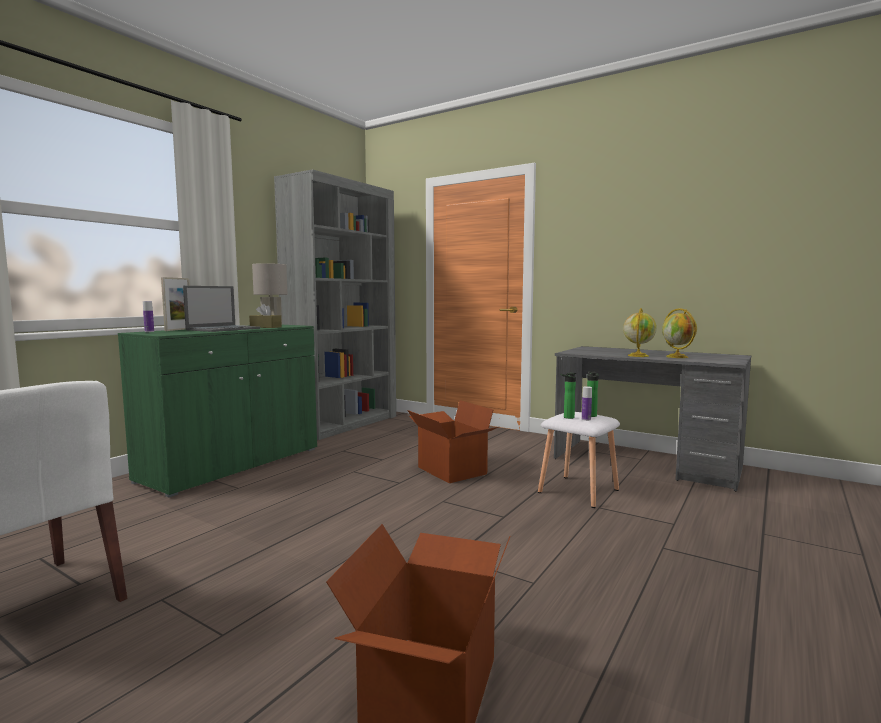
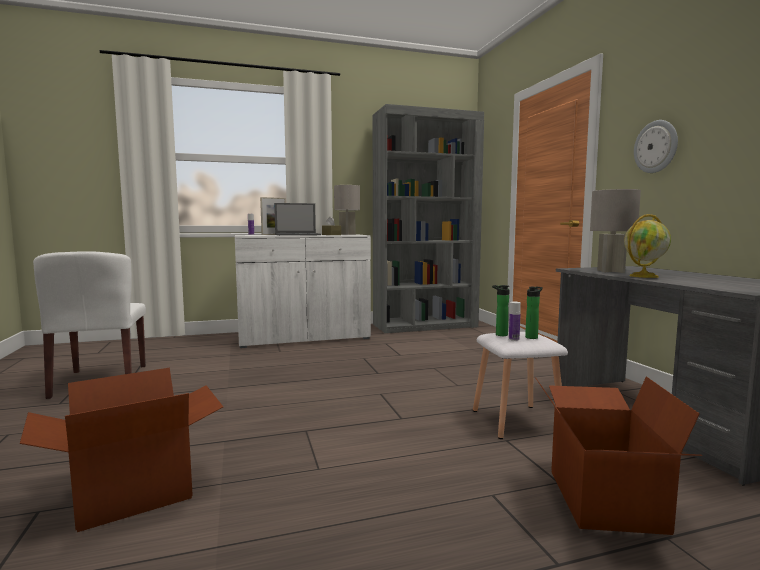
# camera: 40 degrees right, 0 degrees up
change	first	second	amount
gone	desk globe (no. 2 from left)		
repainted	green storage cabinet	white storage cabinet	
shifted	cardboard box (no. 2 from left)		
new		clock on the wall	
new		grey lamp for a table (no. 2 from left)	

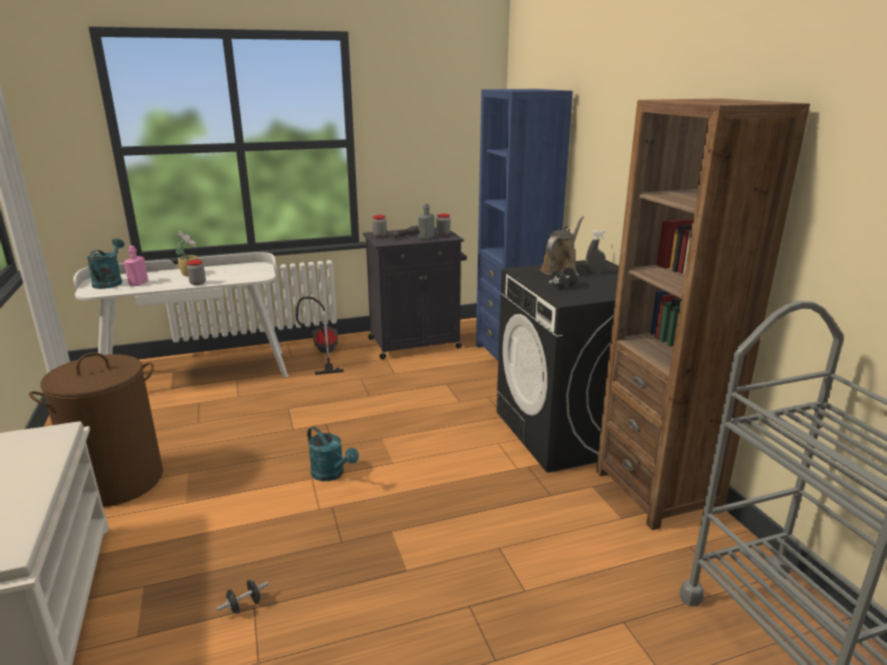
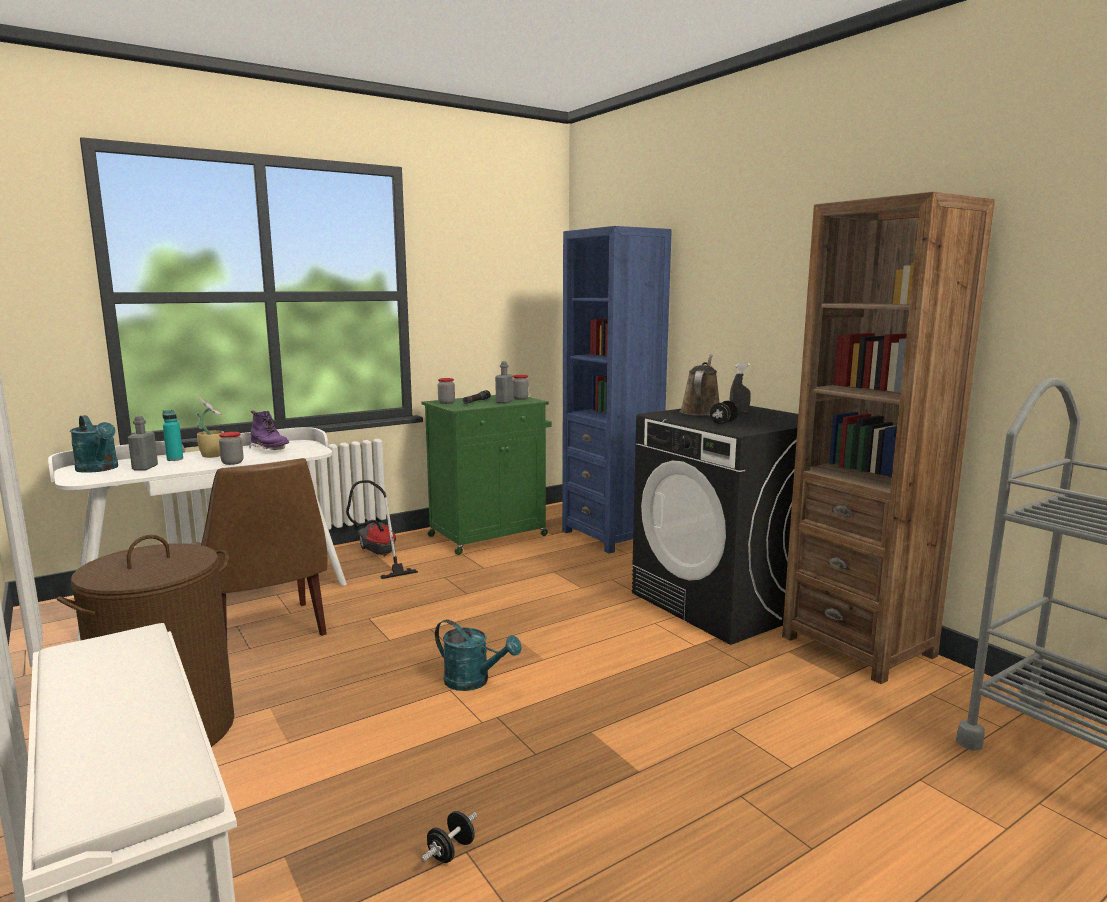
# camera: 15 degrees left, 10 degrees down
change	first	second	amount
repainted	black storage cabinet	green storage cabinet	
rotated	blue-green sprinkling can (no. 1 from left)		150 degrees clockwise
repainted	pink bottle	grey bottle (no. 1 from left)	
new		blue-green bottle	
new		purple boot	
new		brownish chair	

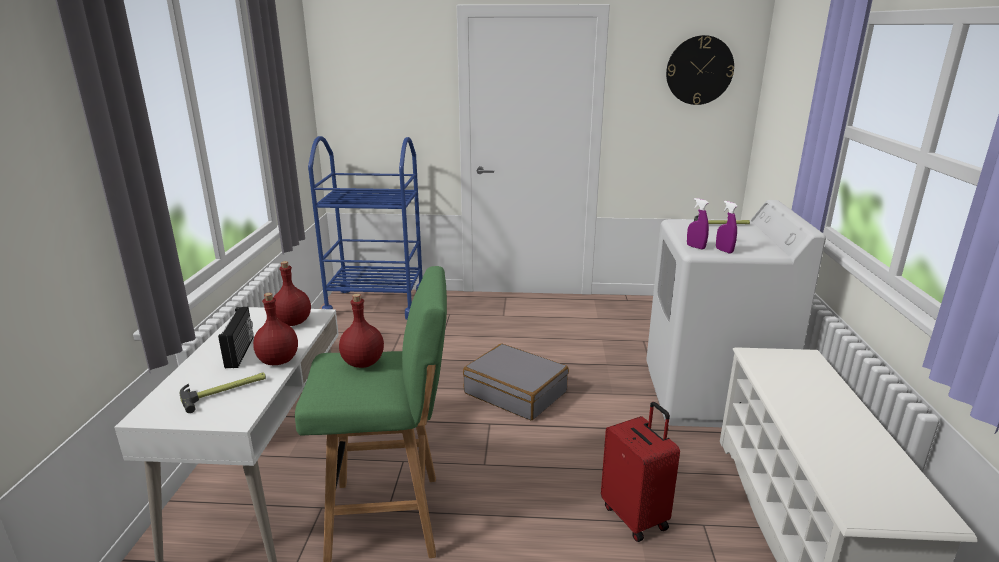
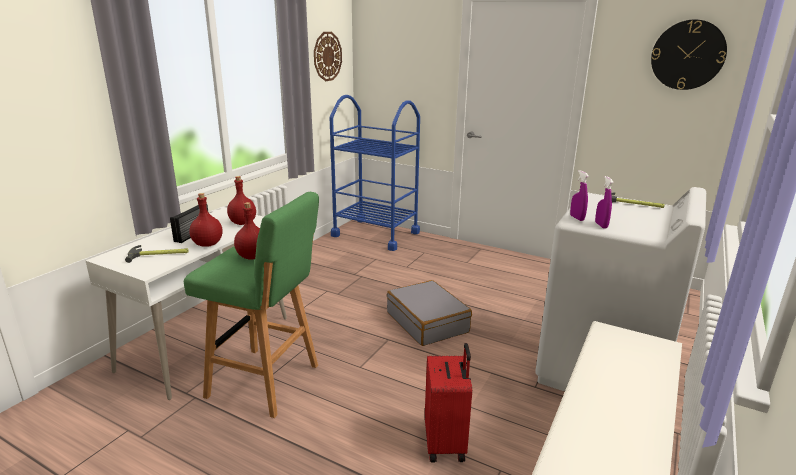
# camera: 25 degrees right, 0 degrees up
change	first	second	amount
new		clock on the wall (no. 1 from left)	

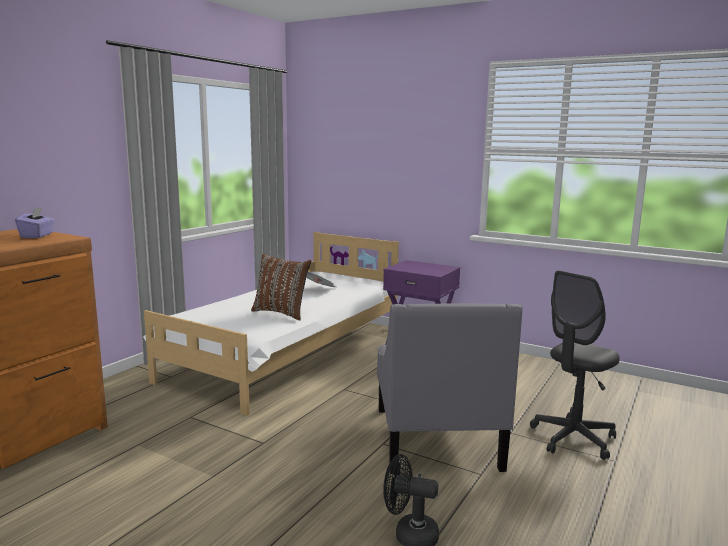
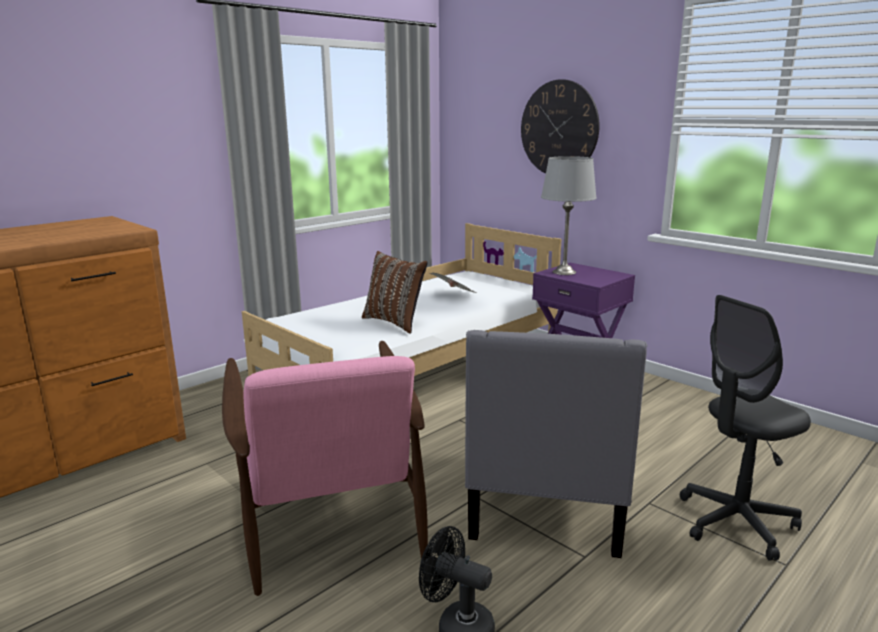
# camera: 15 degrees right, 5 degrees up
change	first	second	amount
gone	purple tissue holder		
new		clock on the wall	
new		grey lamp for a table	
new		pink easy chair	

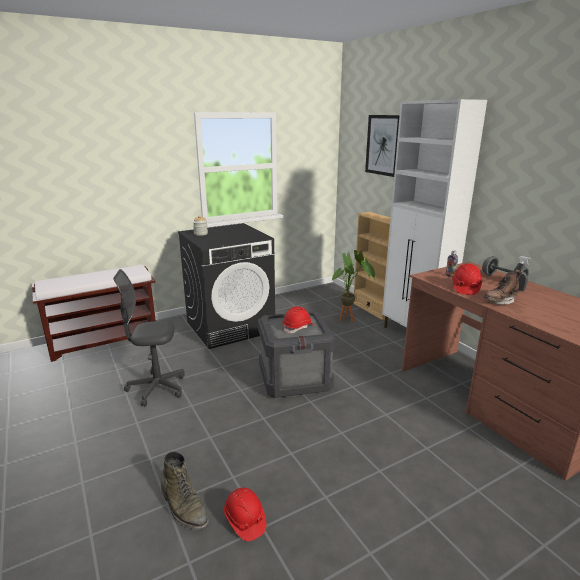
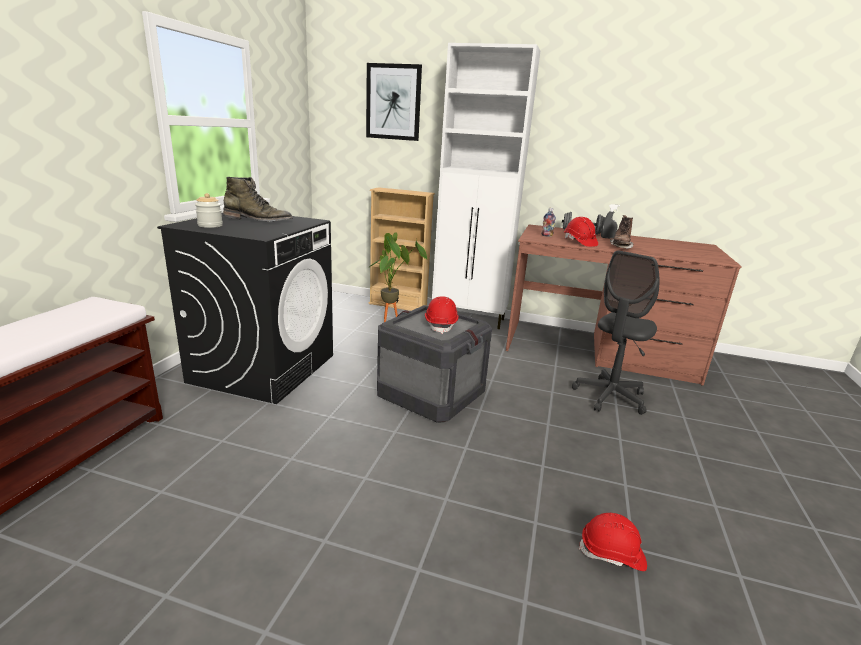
# camera: 45 degrees left, 0 degrees up
change	first	second	amount
shifted	grey desk chair		
shifted	green boot		

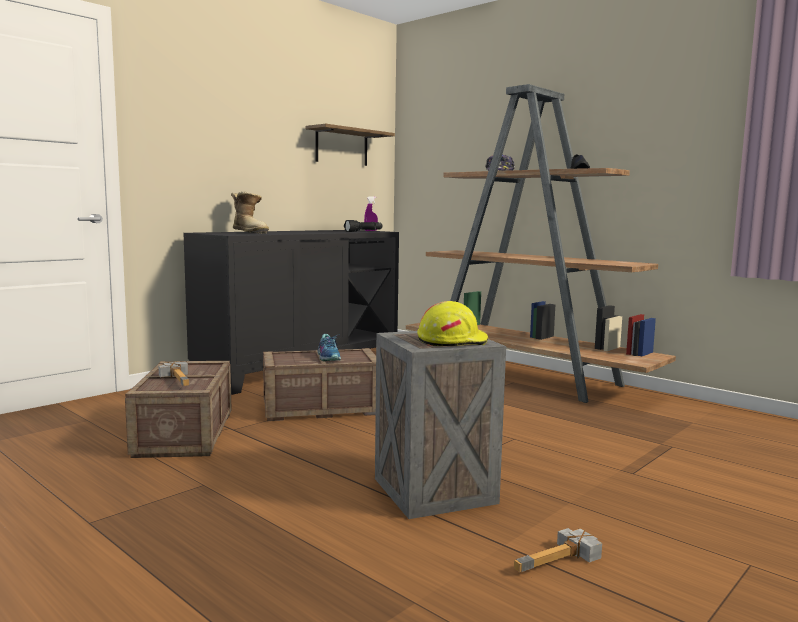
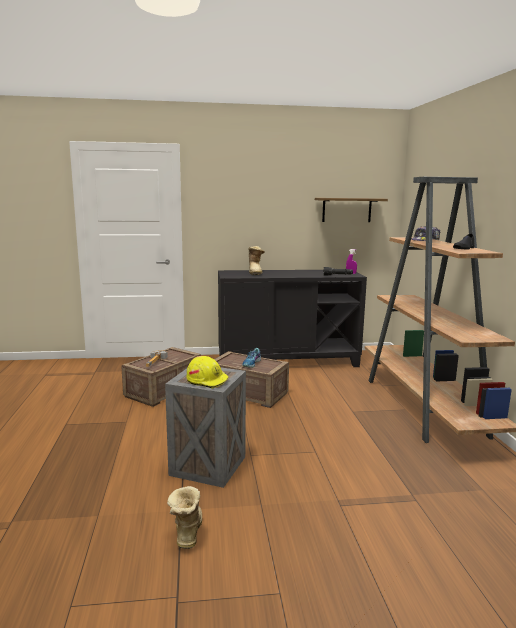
# camera: 40 degrees right, 5 degrees up
change	first	second	amount
swapped	tool hammer (no. 2 from left)	boot (no. 1 from left)	

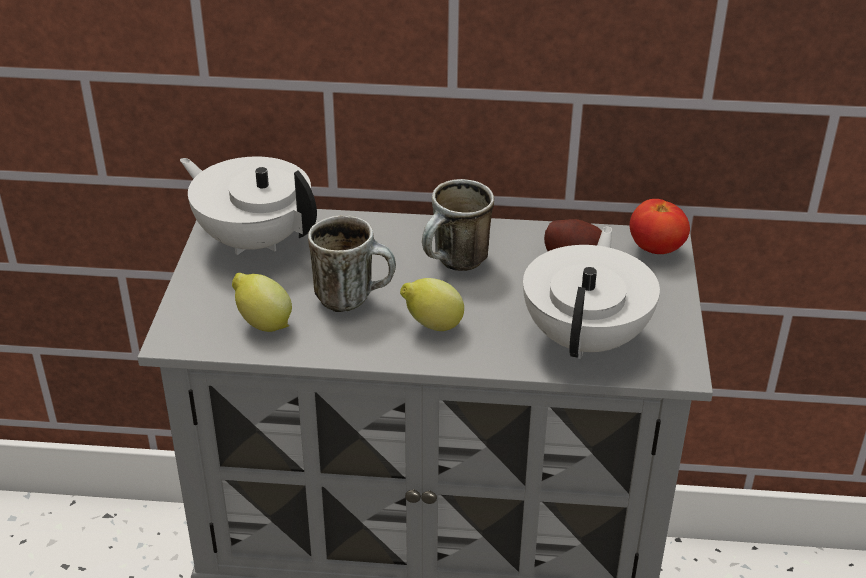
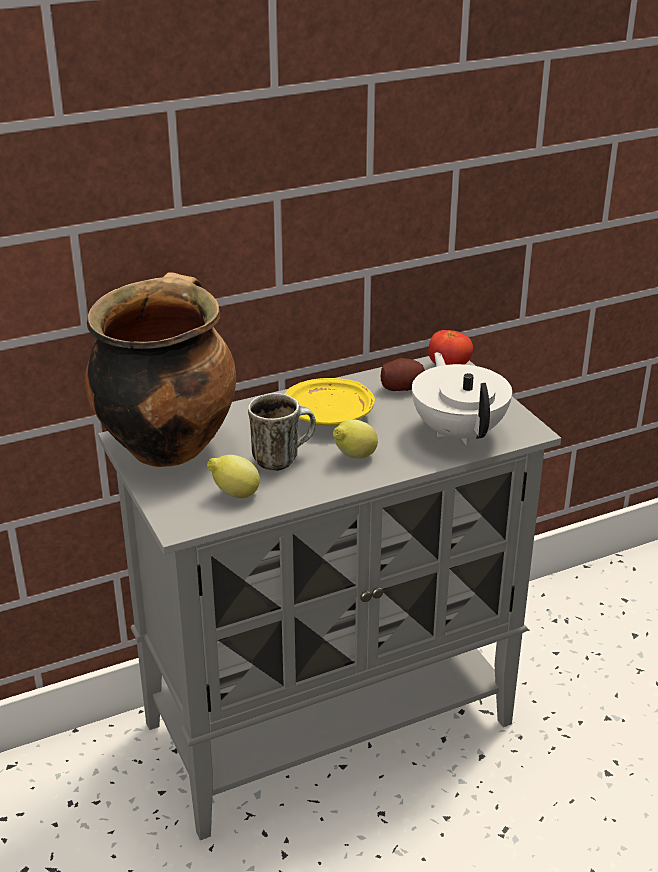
# camera: 30 degrees left, 5 degrees down
change	first	second	amount
swapped	white teapot (no. 1 from left)	cooking pot	
swapped	mug (no. 2 from left)	yellow-coloured flat dish	

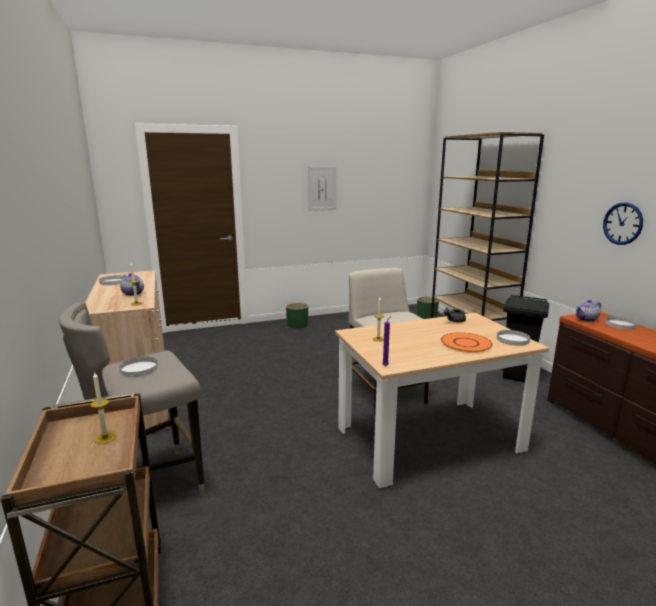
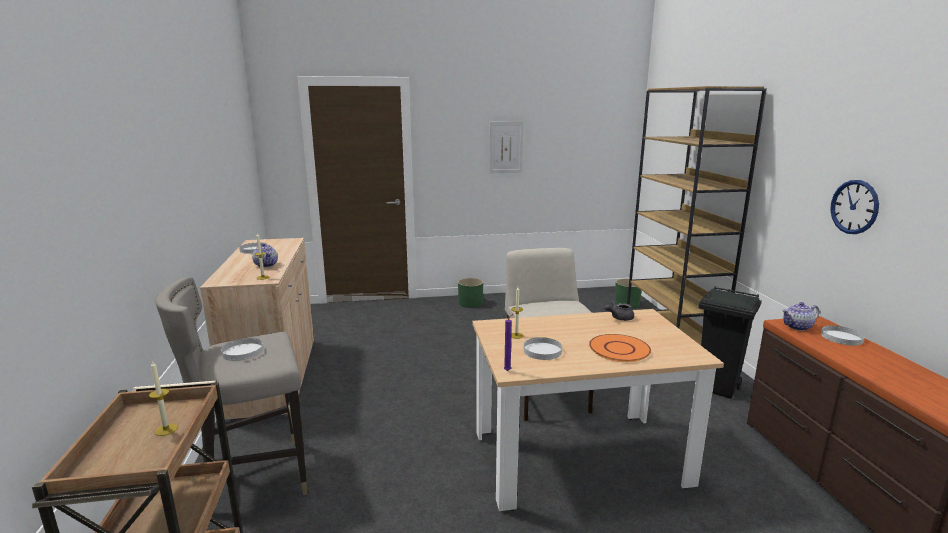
# camera: 10 degrees right, 0 degrees up
change	first	second	amount
shifted	white flat dish (no. 3 from left)		

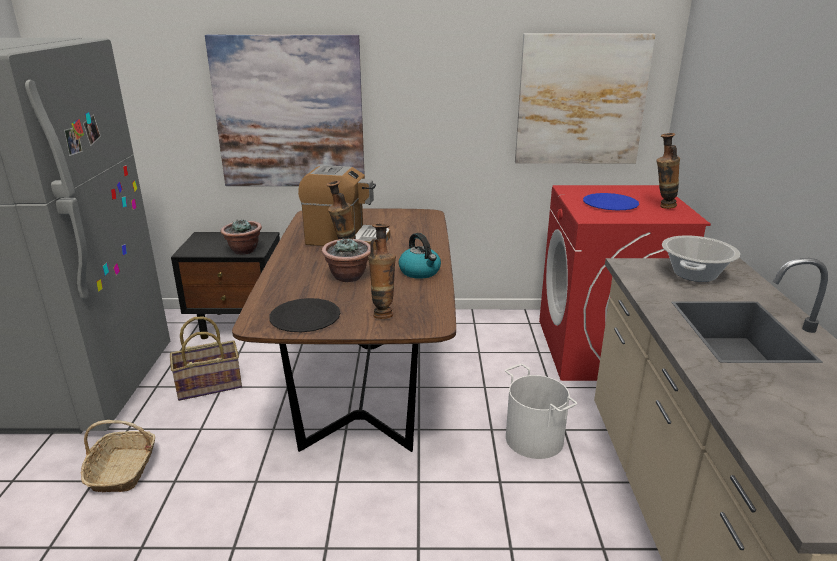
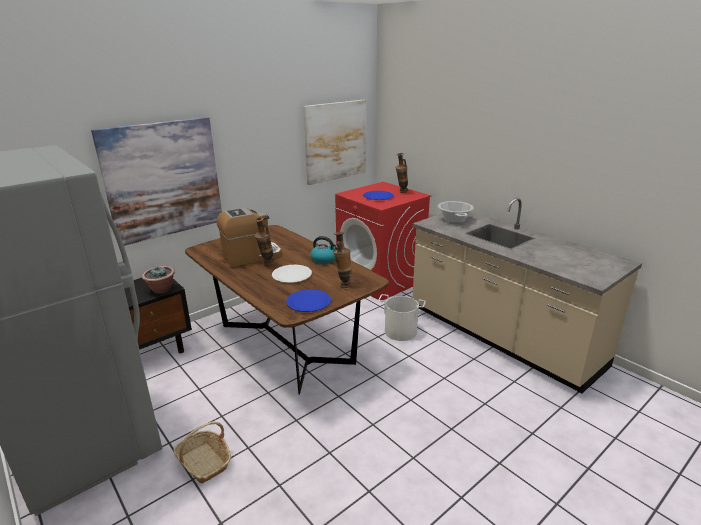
# camera: 40 degrees left, 0 degrees up
change	first	second	amount
swapped	plant in a pot (no. 2 from left)	white flat dish	
repainted	black flat dish	blue-coloured flat dish (no. 1 from left)	
gone	household basket (no. 2 from left)		

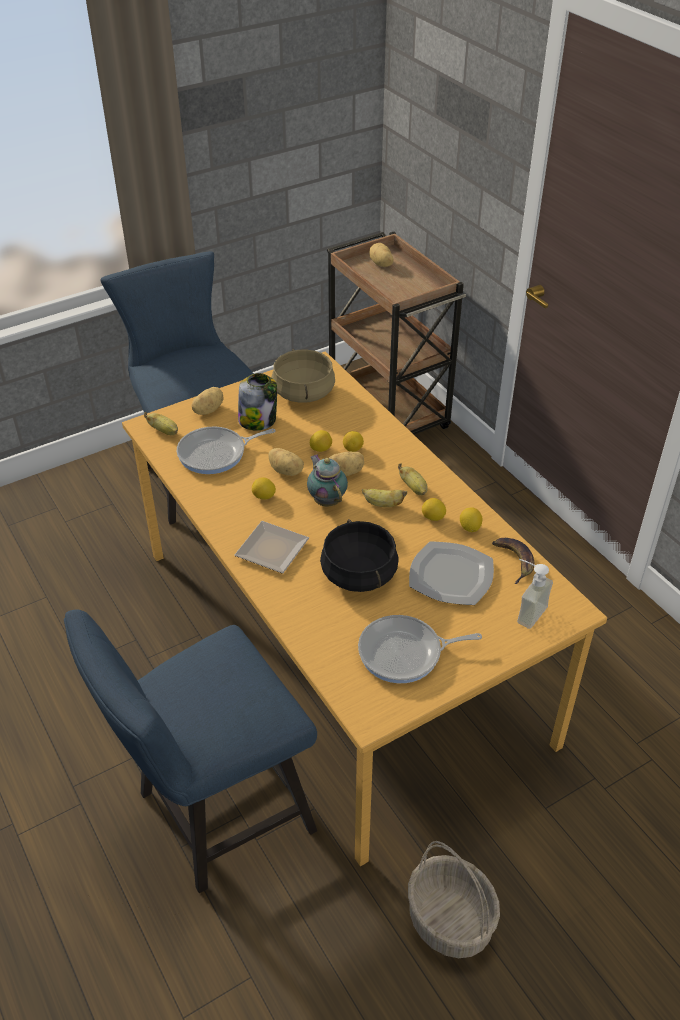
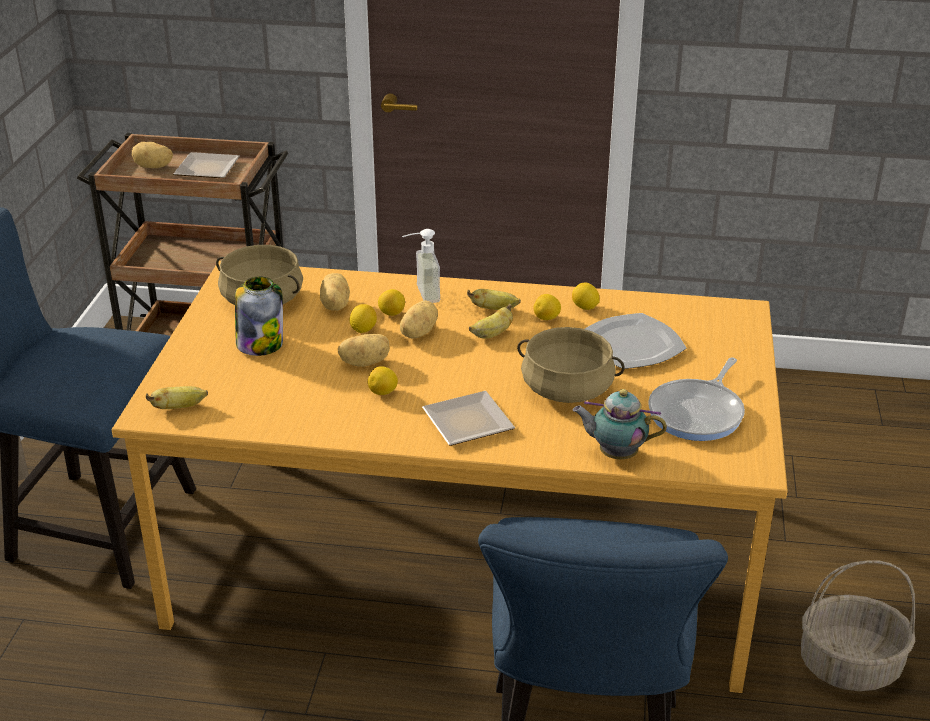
# camera: 50 degrees left, 10 degrees down
change	first	second	amount
shifted	spud (no. 1 from left in the first image)	spud (no. 2 from left)	
gone	frying pan (no. 1 from left)		
shifted	teapot		
repainted	black cooking pot	beige cooking pot (no. 2 from left)	
gone	banana fruit (no. 4 from left)		
shifted	liquid soap bottle		
new		flat dish (no. 1 from left)	

